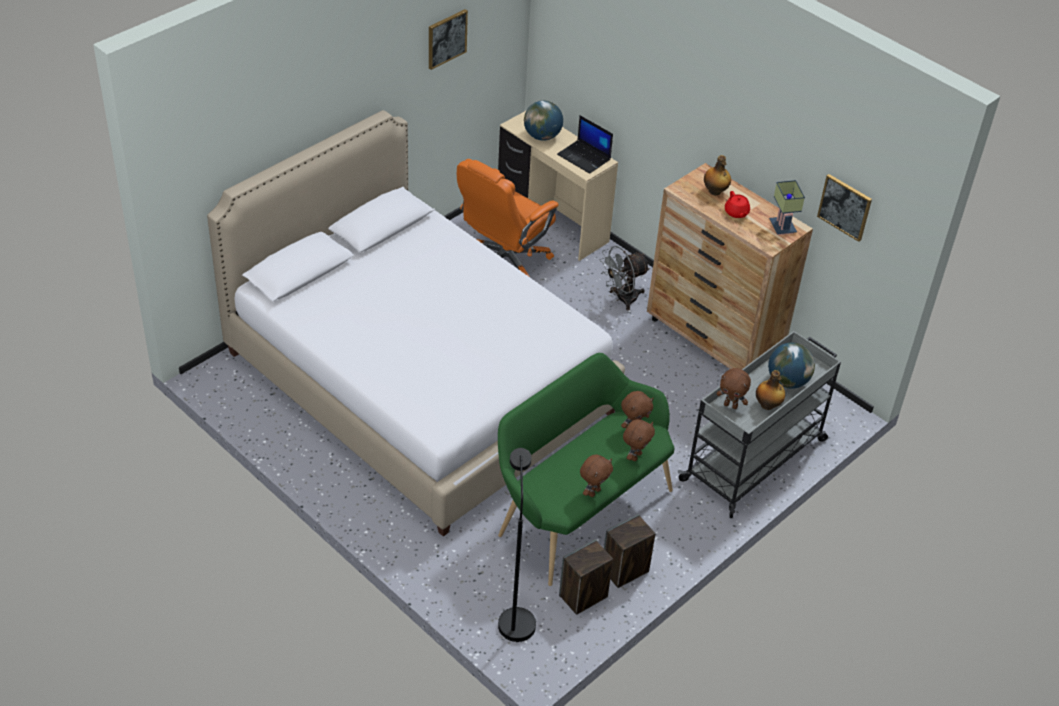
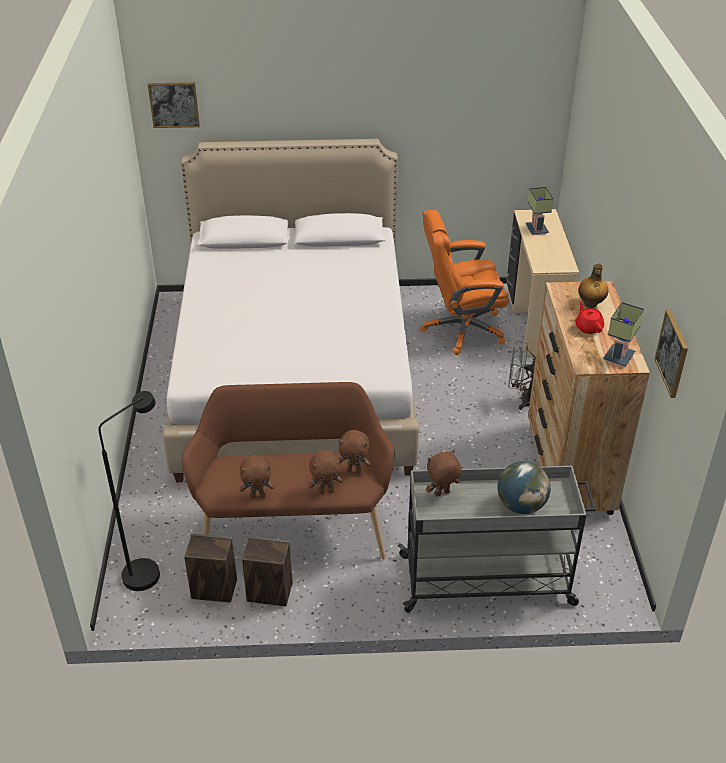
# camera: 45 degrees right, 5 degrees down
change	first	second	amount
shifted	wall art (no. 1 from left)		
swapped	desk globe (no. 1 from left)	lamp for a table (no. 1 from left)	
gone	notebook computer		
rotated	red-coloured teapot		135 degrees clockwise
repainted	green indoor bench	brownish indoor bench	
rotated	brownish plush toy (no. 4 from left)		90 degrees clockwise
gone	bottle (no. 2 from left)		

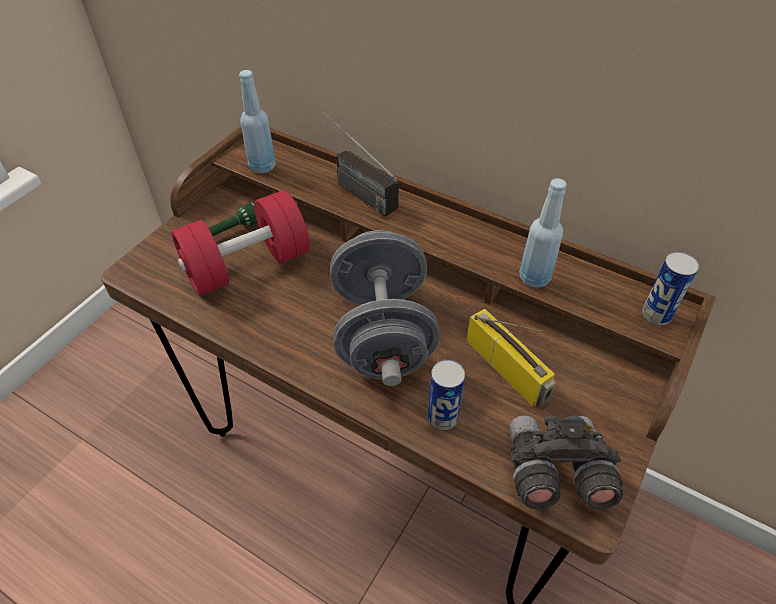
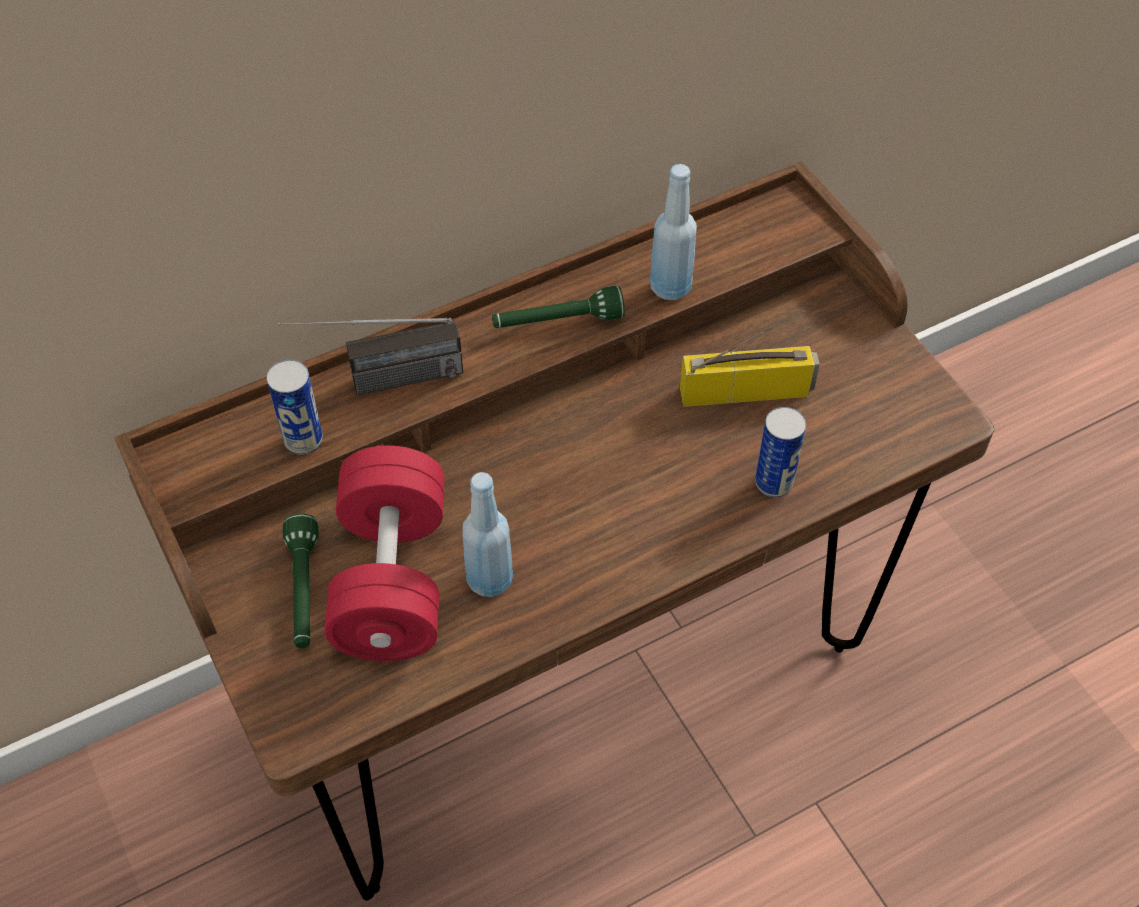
# camera: 60 degrees left, 5 degrees up
change	first	second	amount
shifted	blue-coloured bottle (no. 1 from left)		
gone	grey free weight		
shifted	can (no. 2 from left in the first image)	can (no. 1 from left)	
gone	grey pair of binoculars		
new		green flashlight (no. 2 from left)	

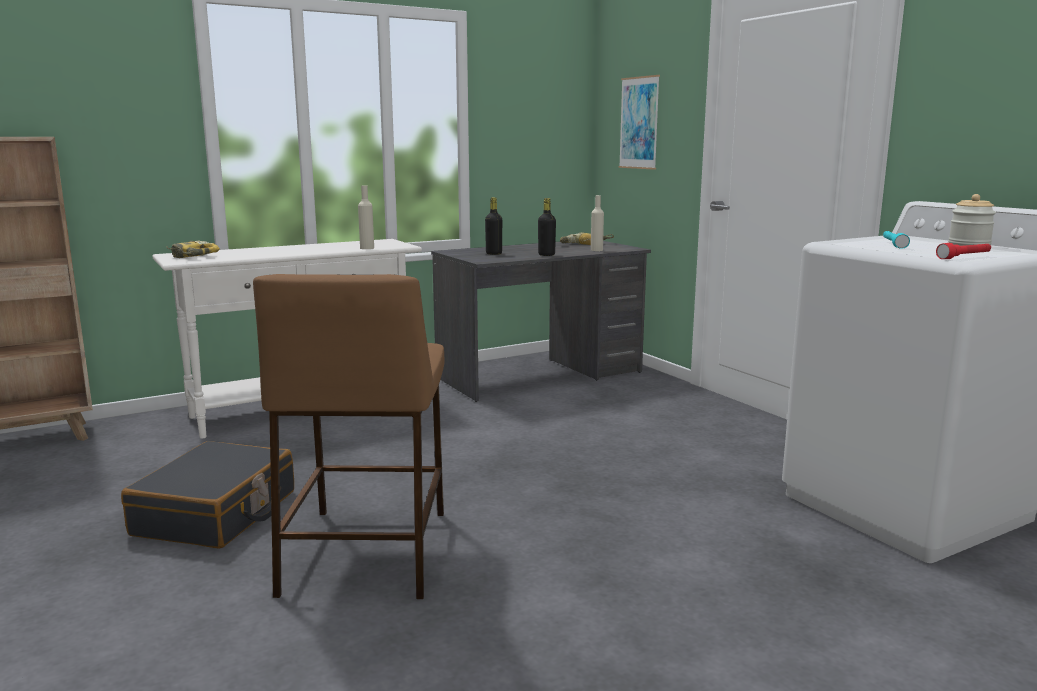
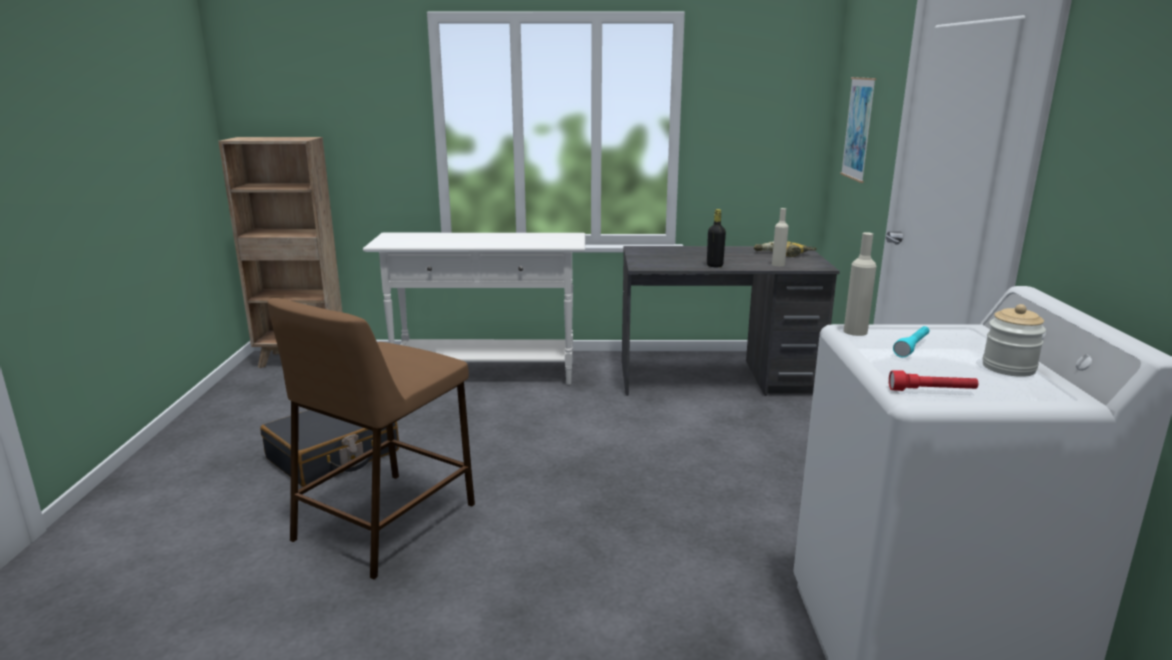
# camera: 30 degrees right, 5 degrees up
change	first	second	amount
shifted	beige bottle (no. 1 from left in the first image)	beige bottle (no. 2 from left)	
gone	black bottle (no. 1 from left)		
gone	drill (no. 1 from left)		

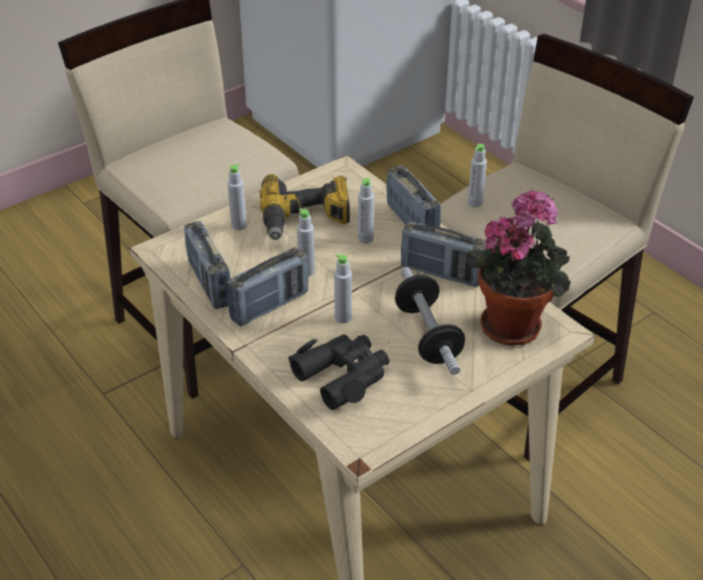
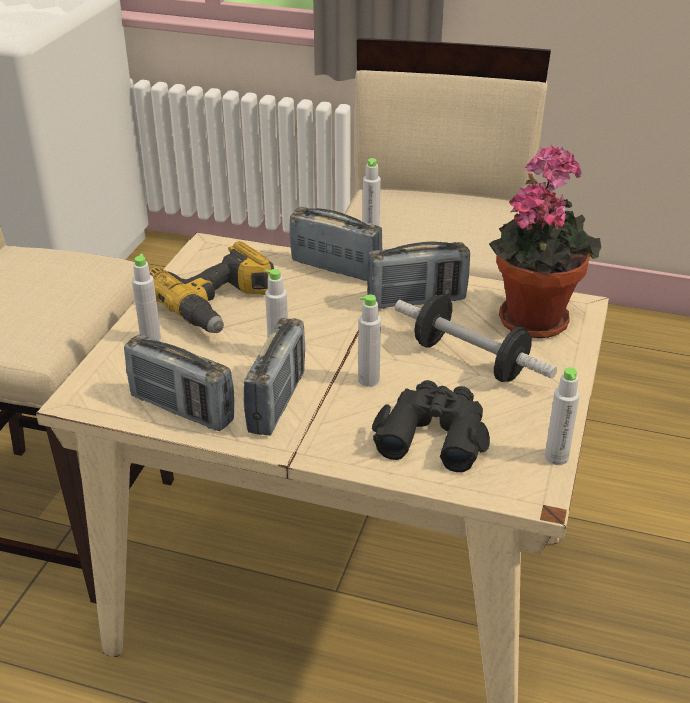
# camera: 35 degrees left, 5 degrees down
change	first	second	amount
shifted	grey bottle (no. 4 from left in the first image)	grey bottle (no. 5 from left)	

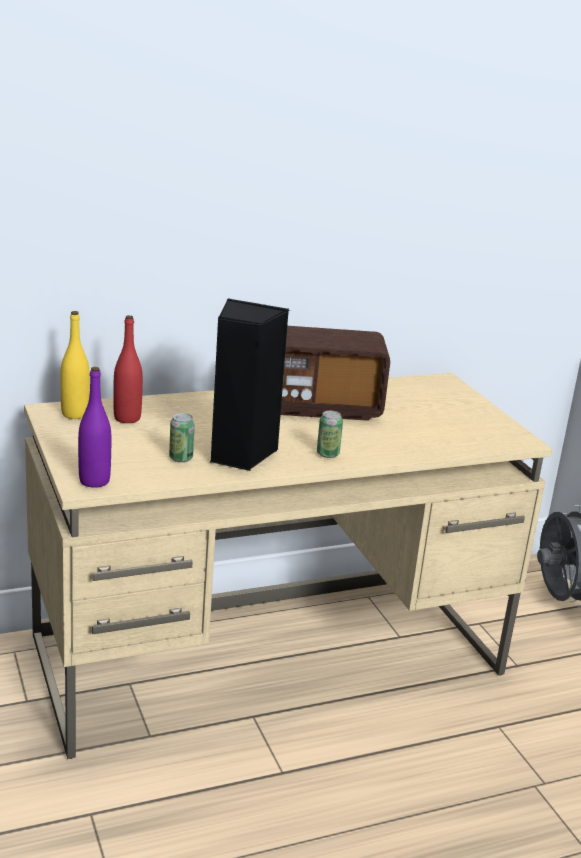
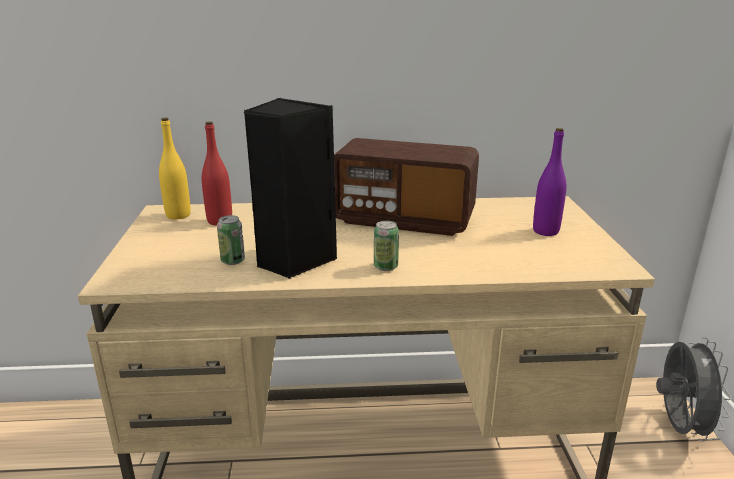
# camera: 20 degrees right, 0 degrees up
change	first	second	amount
shifted	purple bottle		

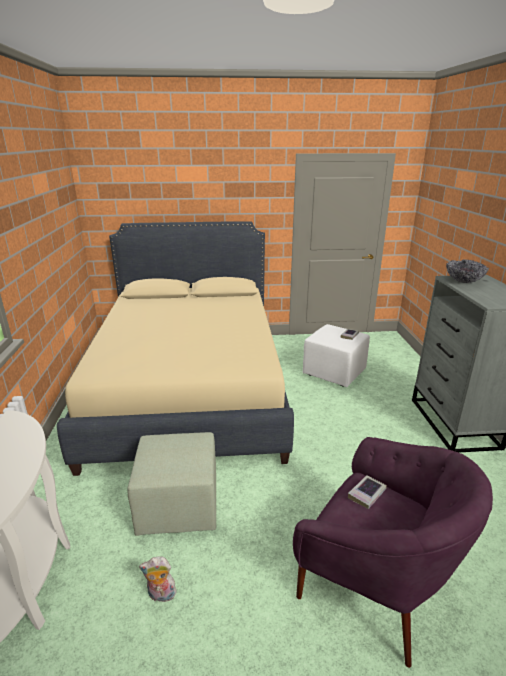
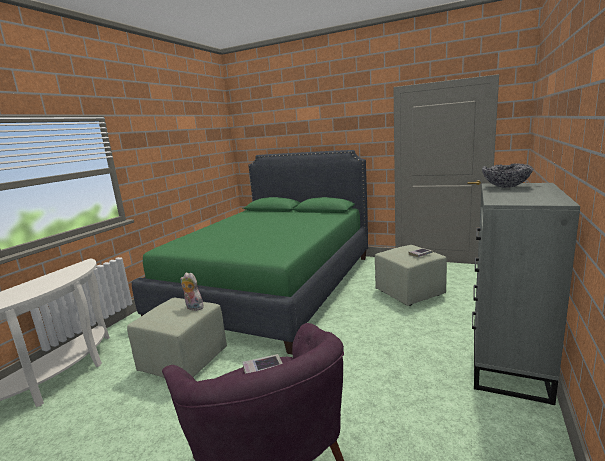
# camera: 30 degrees right, 10 degrees down
change	first	second	amount
repainted	beige bed	green bed	
repainted	white pouffe	green pouffe (no. 2 from left)	
shifted	plush toy		

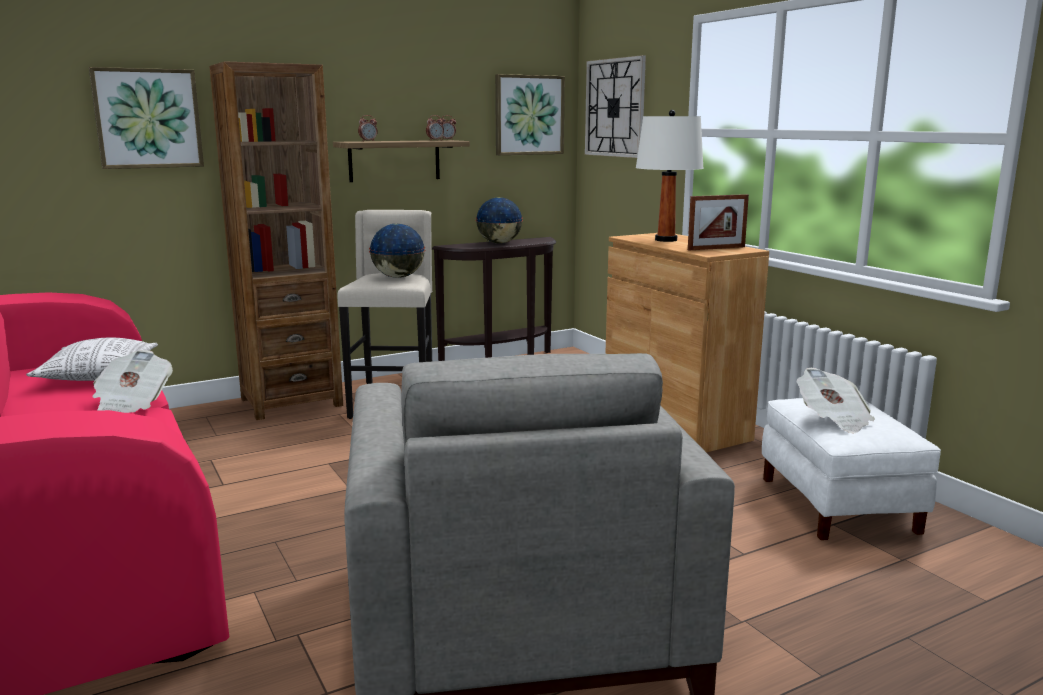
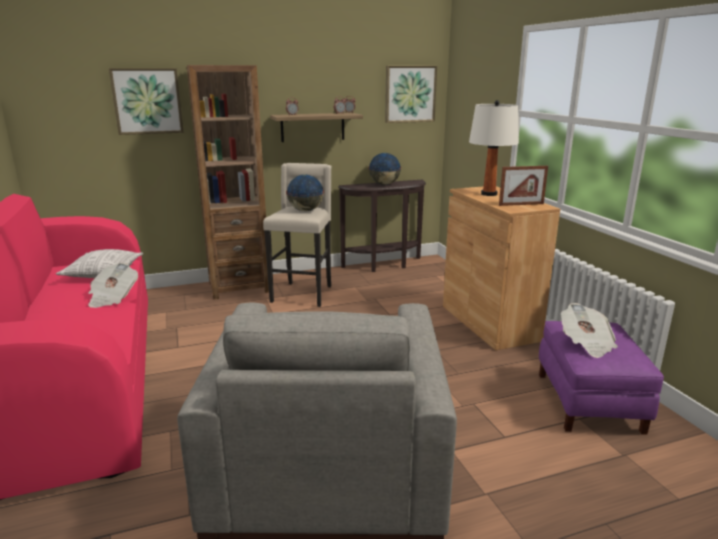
# camera: 10 degrees right, 5 degrees up
change	first	second	amount
gone	clock on the wall		
repainted	white pouffe	purple pouffe	

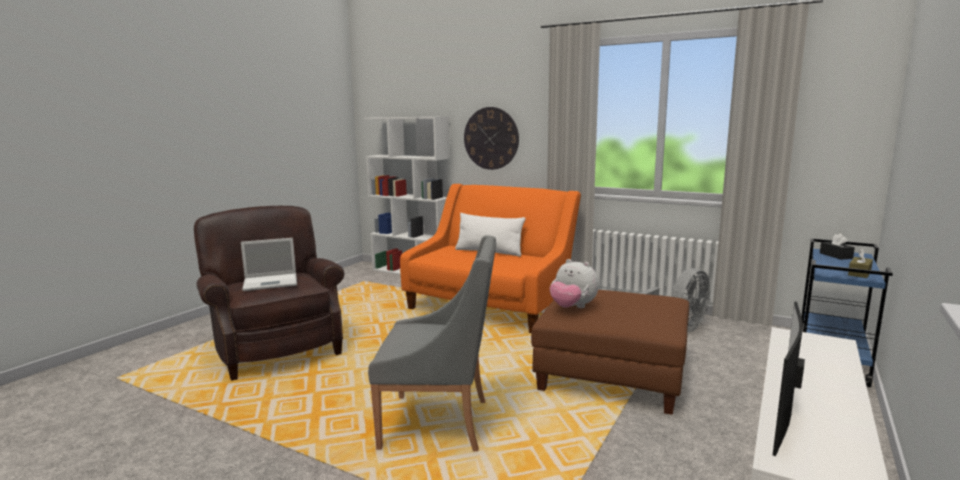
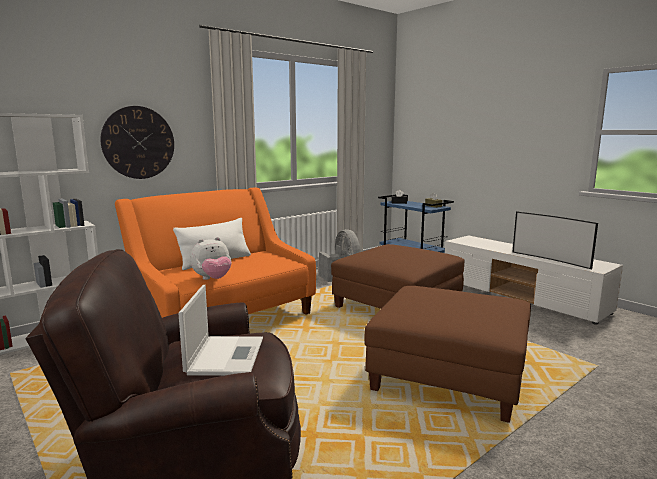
# camera: 70 degrees left, 0 degrees up
change	first	second	amount
swapped	grey easy chair	brownish pouffe (no. 2 from left)	
shifted	plush toy		

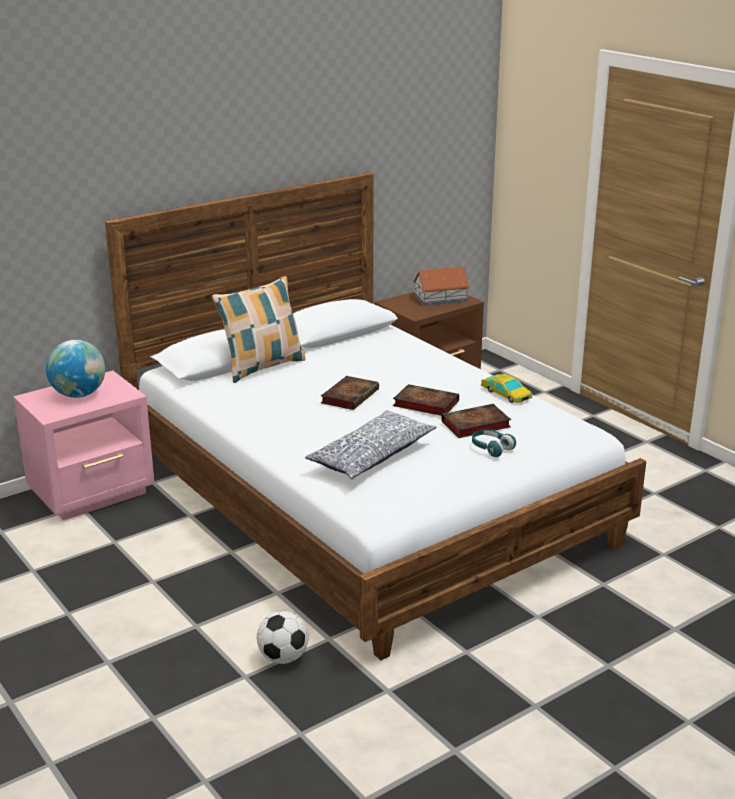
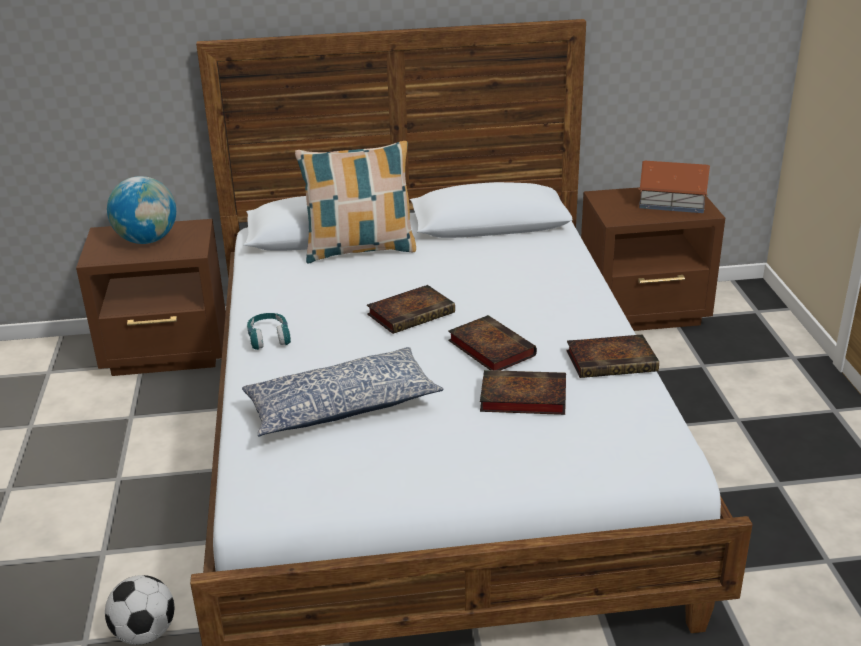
# camera: 30 degrees right, 5 degrees up
change	first	second	amount
repainted	pink bedside table	brownish bedside table (no. 1 from left)	
swapped	model car	bound book (no. 4 from left)	
shifted	blue-green headphones		

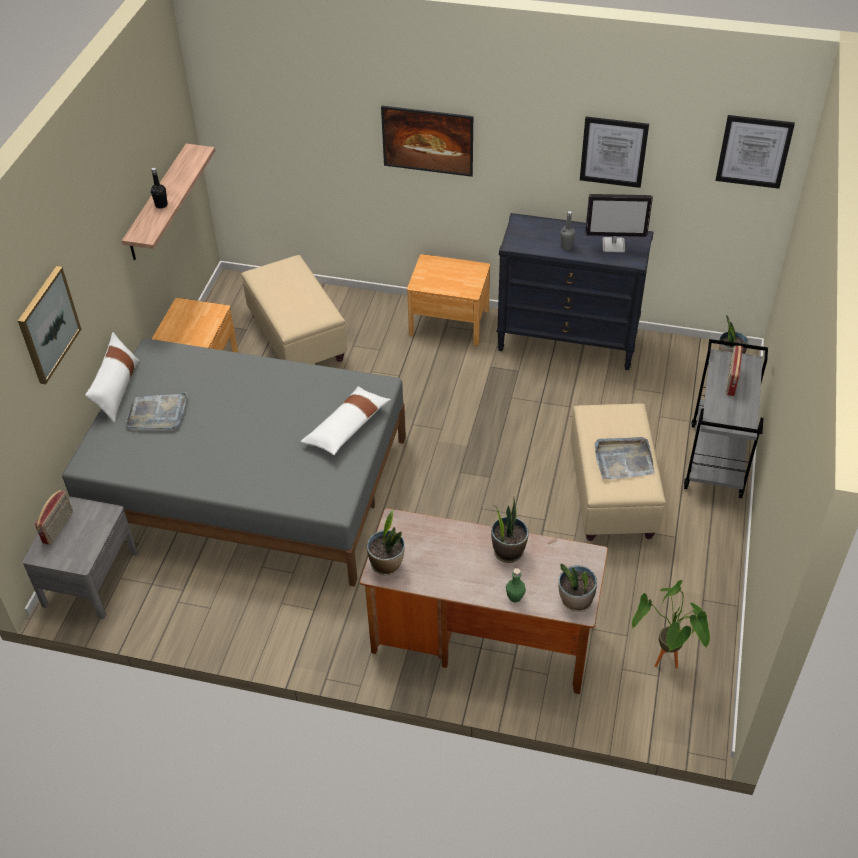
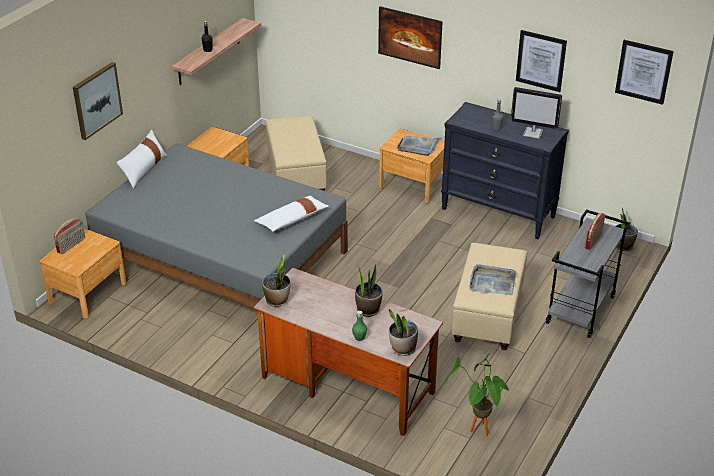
# camera: 15 degrees right, 10 degrees down
change	first	second	amount
shifted	grey tray (no. 1 from left)		
repainted	grey bedside table	brownish bedside table (no. 1 from left)	

